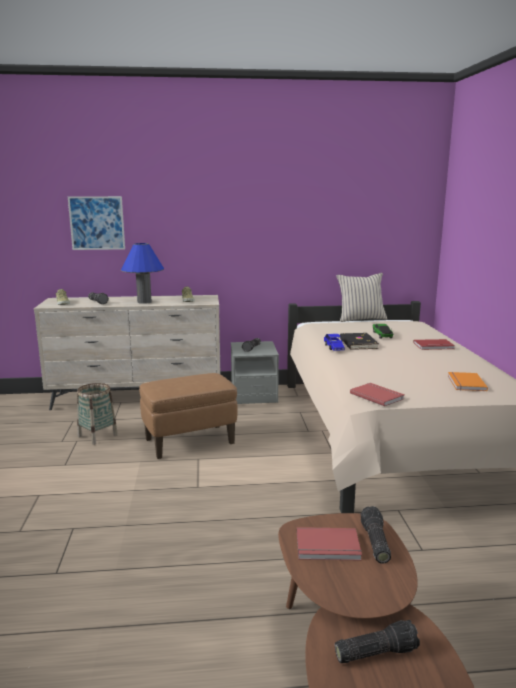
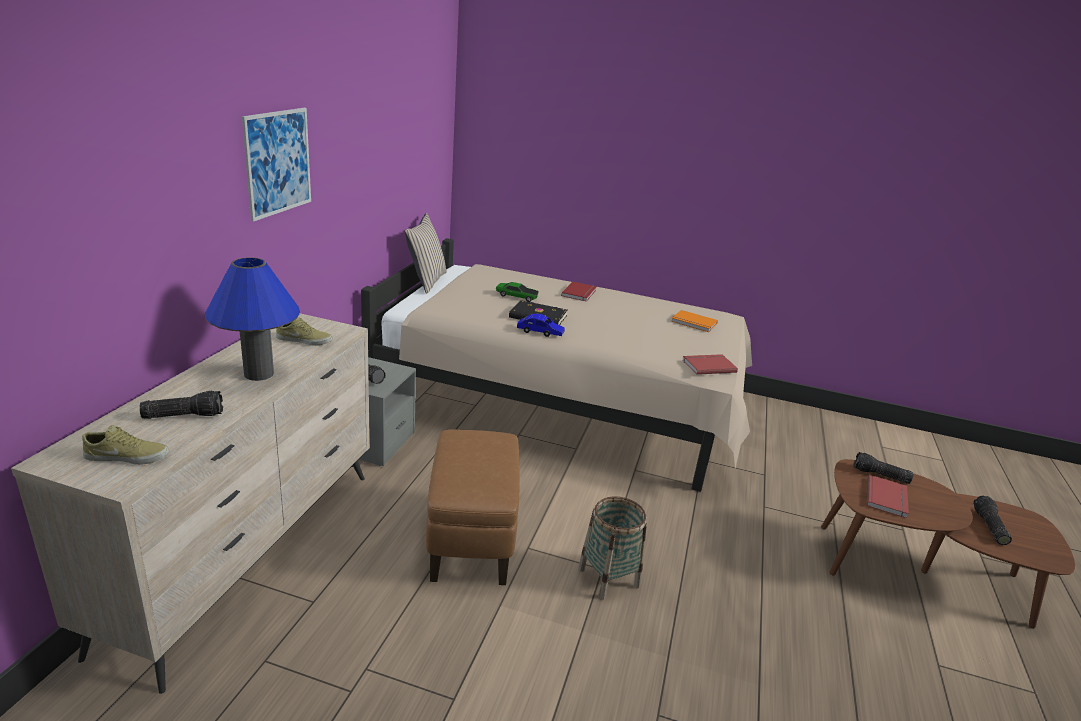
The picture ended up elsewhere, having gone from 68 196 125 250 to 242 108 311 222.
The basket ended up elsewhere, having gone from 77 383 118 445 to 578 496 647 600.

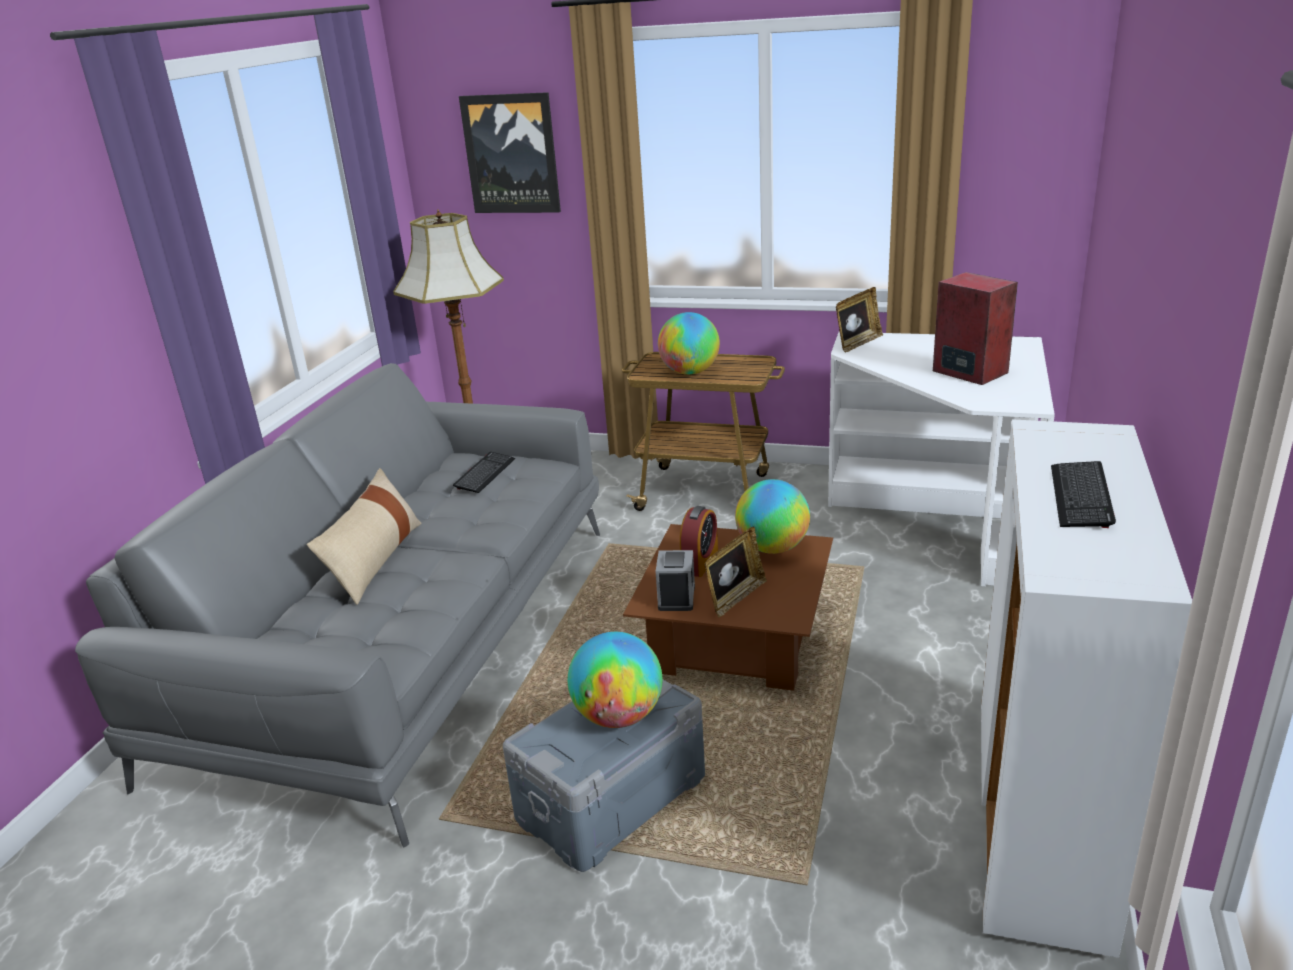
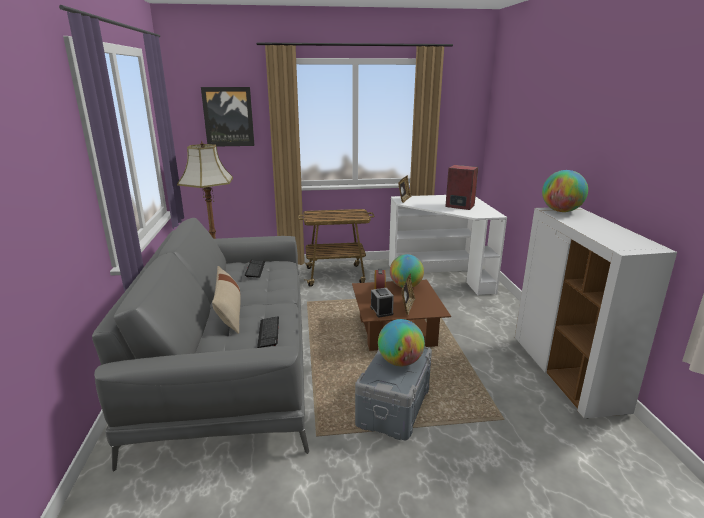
The globe ended up elsewhere, having gone from 658 312 720 375 to 542 170 588 212.
The keyboard ended up elsewhere, having gone from 1051 461 1116 528 to 257 316 279 348.

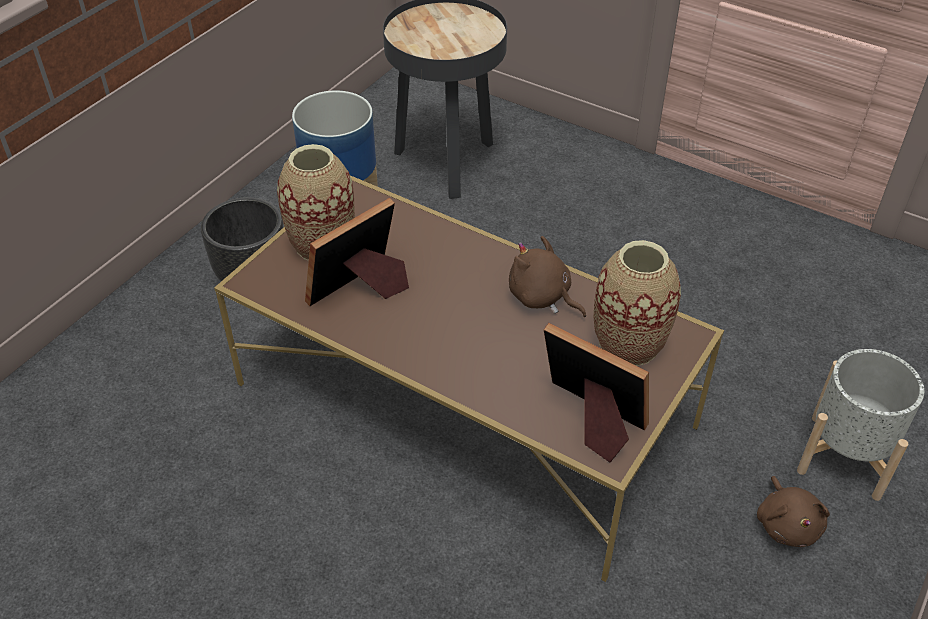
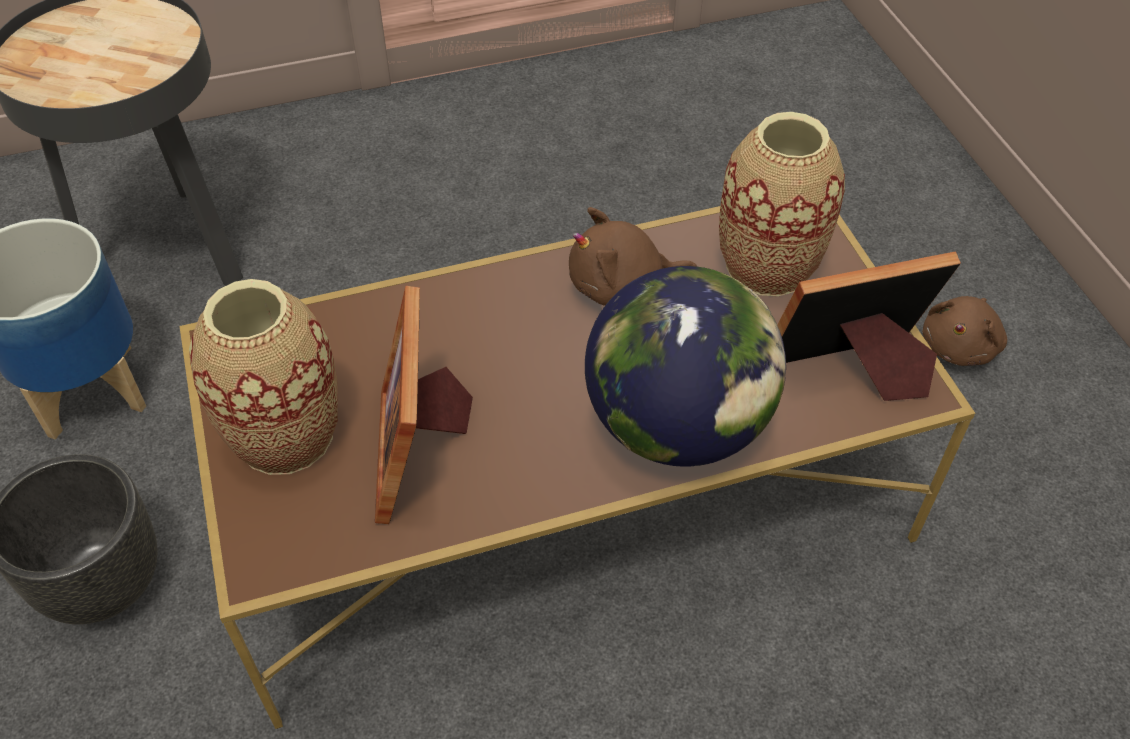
The plush toy (brown) at 757 476 830 547 ended up facing another way, 90 degrees clockwise from before.
The second view lost the planter (grey) at 797 349 924 501.
The second view gained the globe at 585 266 786 467.

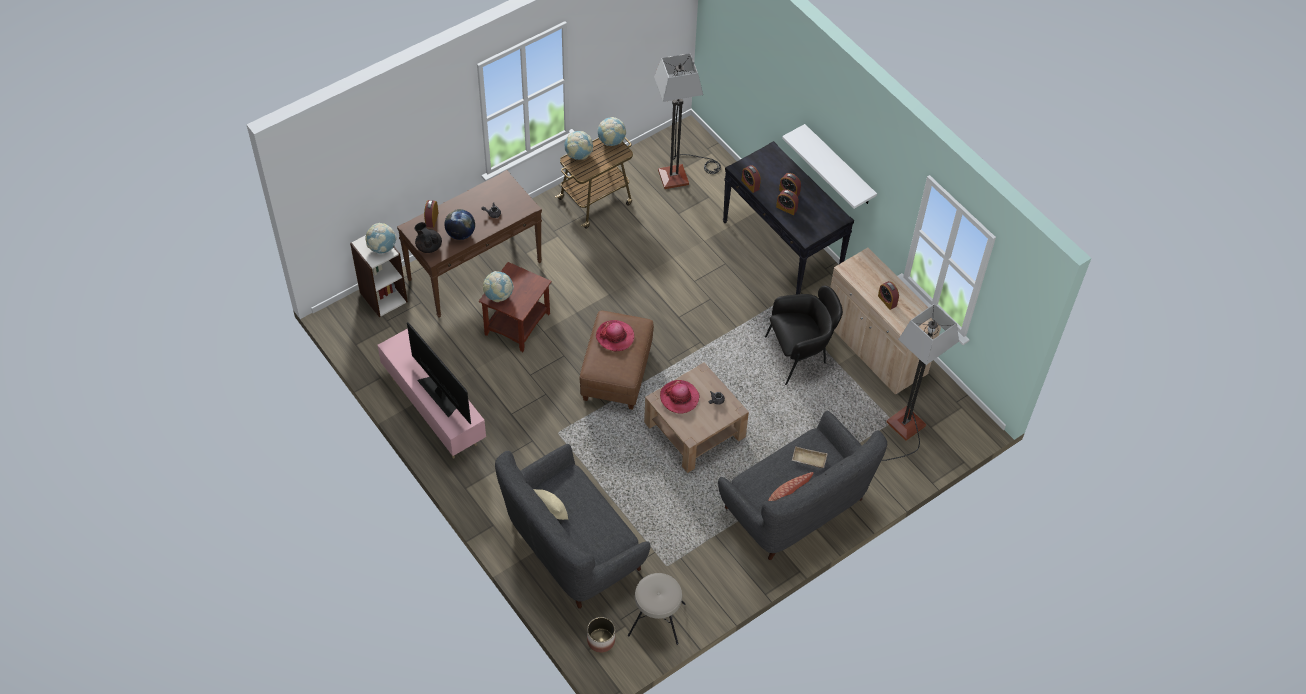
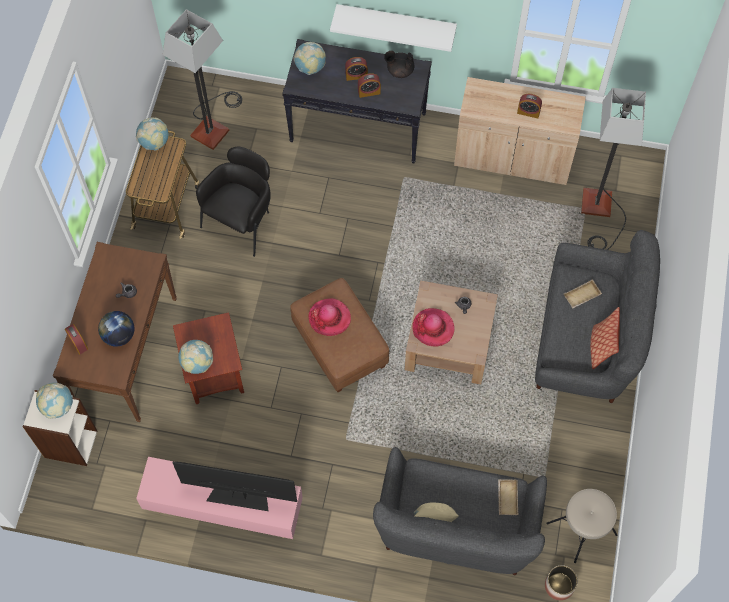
The teapot (black) ended up elsewhere, having gone from 414 222 442 253 to 384 51 414 78.
The globe ended up elsewhere, having gone from 565 131 593 160 to 294 42 326 75.
The second view lost the alarm clock at 741 165 761 193.
The armchair (black) ended up elsewhere, having gone from 765 285 843 385 to 196 147 271 257.
The second view gained the tray (beige) at 498 479 518 515.

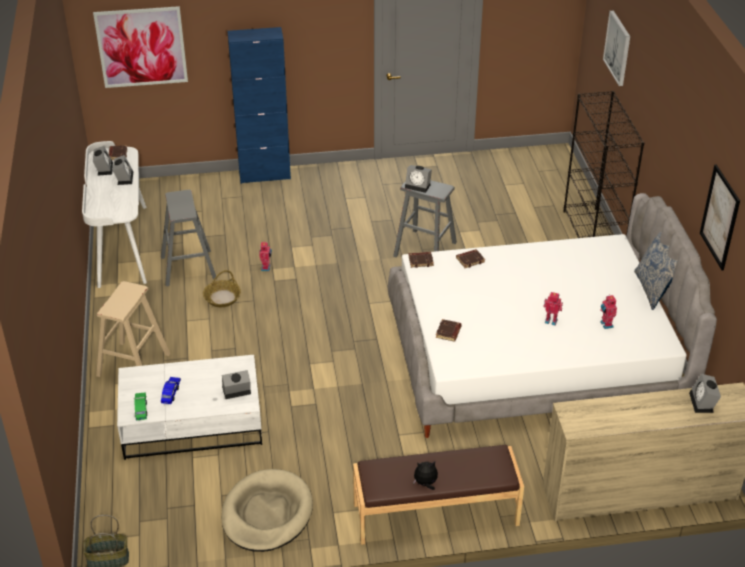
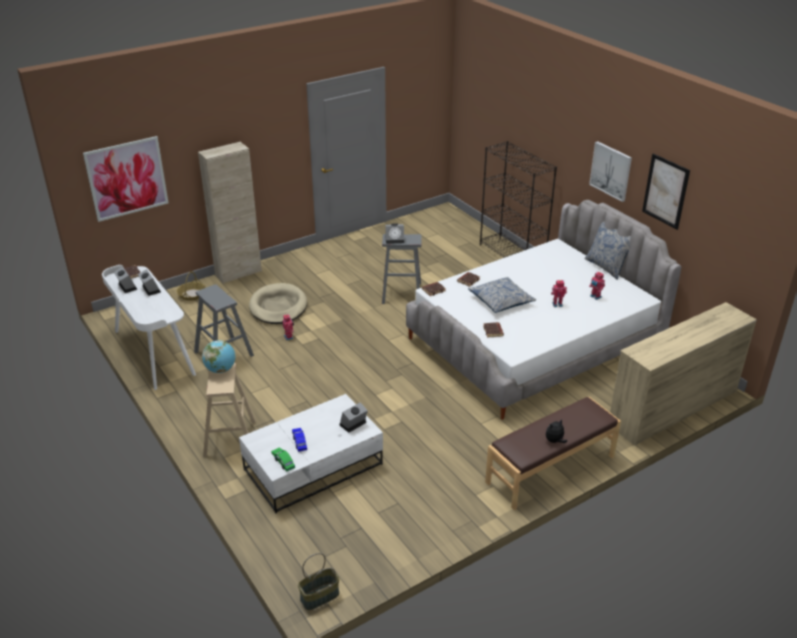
The basket ended up elsewhere, having gone from 203 270 241 307 to 176 271 206 301.
The dog bed (beige) ended up elsewhere, having gone from 221 469 313 552 to 249 283 307 324.
What was the cabinet (blue) at 227 27 291 184 turned into the cabinet (beige) at 198 142 262 284.
The picture ended up elsewhere, having gone from 603 10 630 86 to 589 141 632 202.
The second view lost the alarm clock at 689 374 721 413.
The second view gained the globe at 202 340 235 373.
The second view gained the pillow at 468 277 536 313.

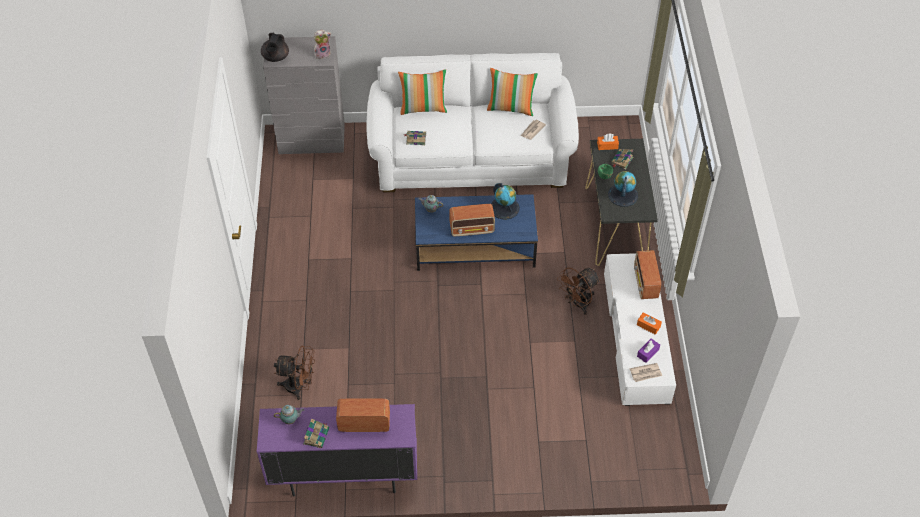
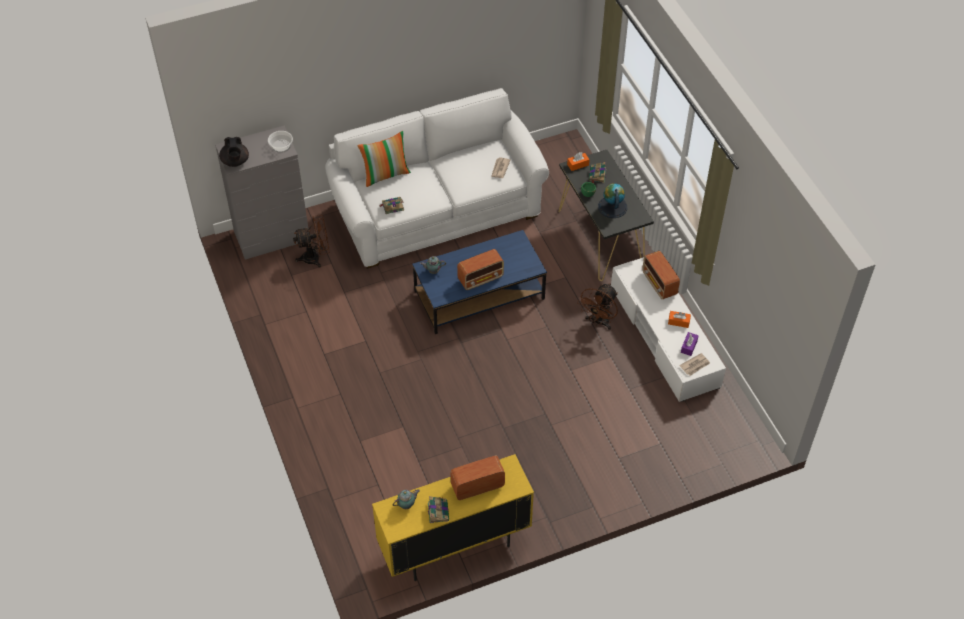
What was the cabinet (purple) at 257 404 417 496 turned into the cabinet (yellow) at 372 454 534 581.
The fan (brown) ended up elsewhere, having gone from 274 345 315 400 to 293 215 329 268.
Where the plush toy stood at 313 30 331 59, the bowl came to stand at 268 131 293 153.
The second view lost the pillow at 487 68 538 116.
The second view lost the globe at 491 183 520 220.

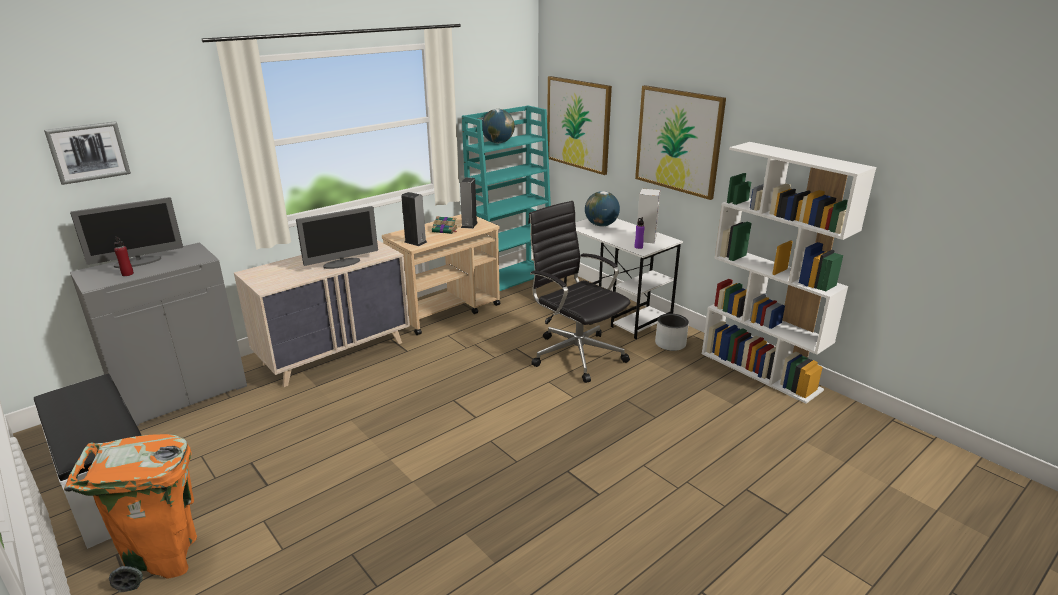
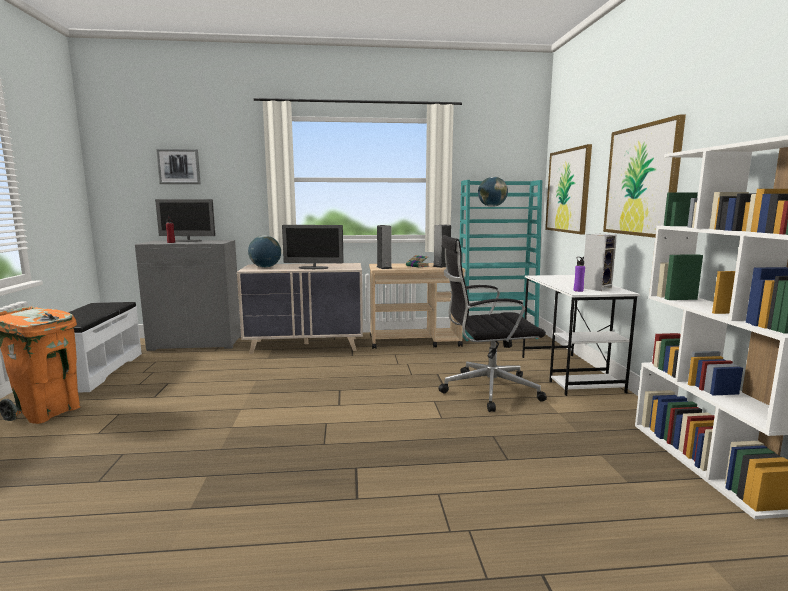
The office chair (black) at 528 201 630 383 ended up facing another way, 90 degrees counterclockwise from before.
The globe ended up elsewhere, having gone from 585 191 620 226 to 248 235 281 268.
The second view lost the planter (grey) at 655 313 689 351.

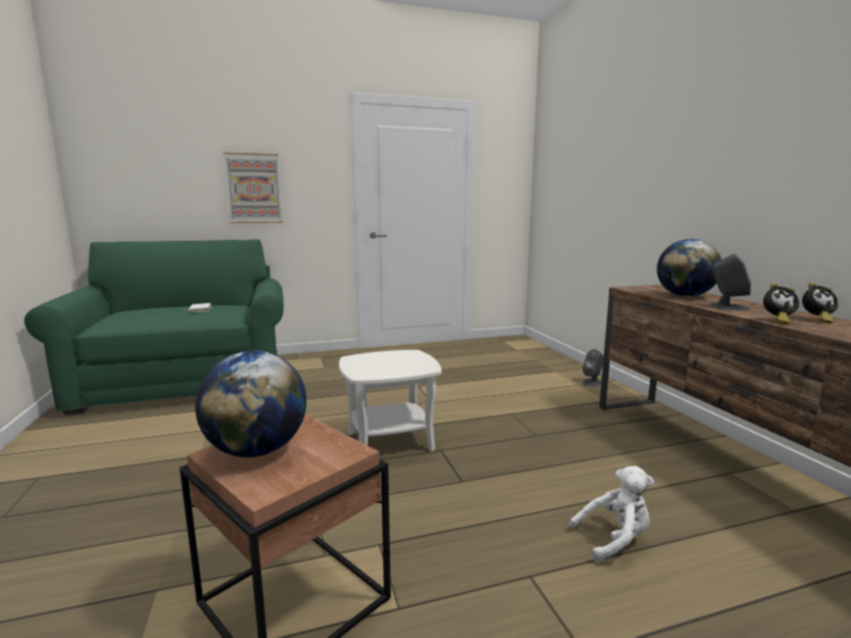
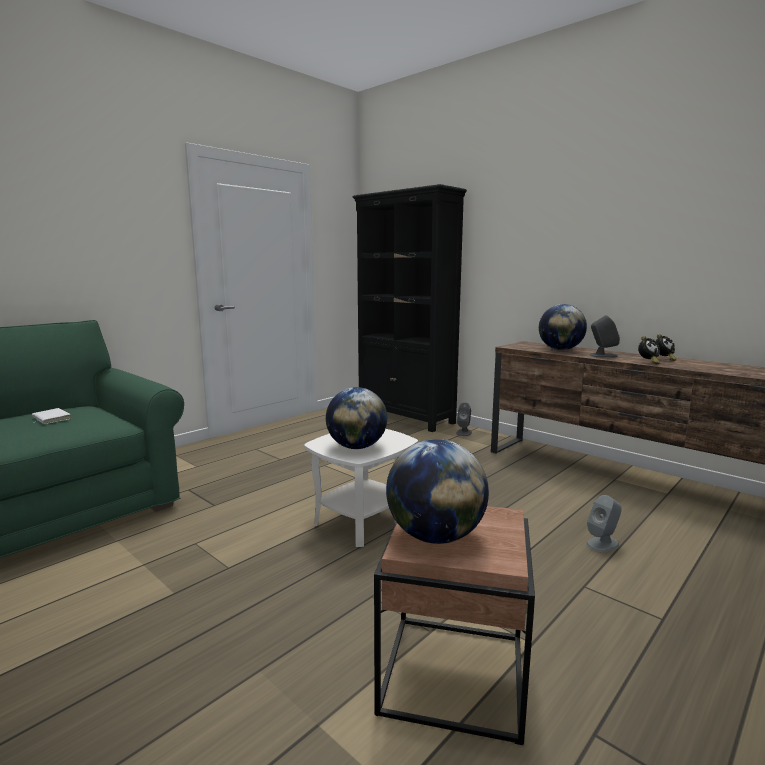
The second view lost the picture at 223 152 283 223.
Where the plush toy (white) stood at 569 466 654 563, the speaker (grey) came to stand at 586 495 622 552.
The second view gained the globe at 326 387 387 449.
The second view gained the bookcase (black) at 352 184 467 432.

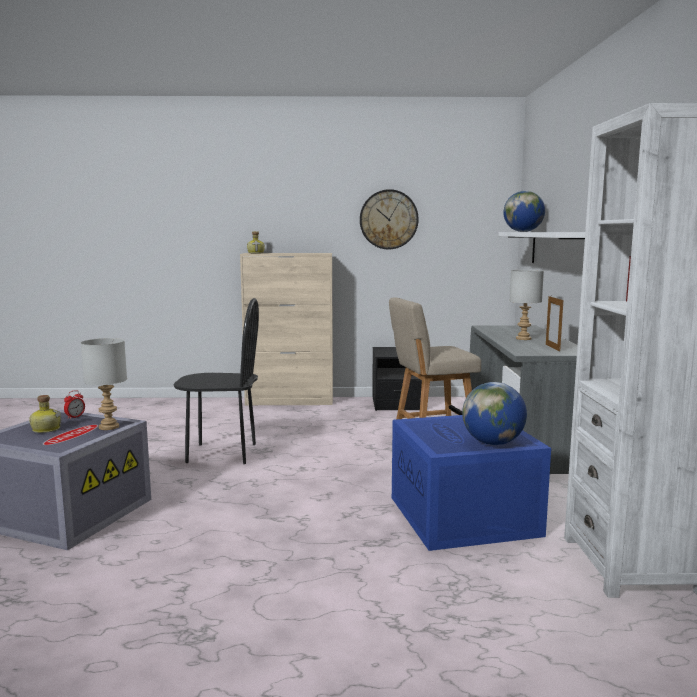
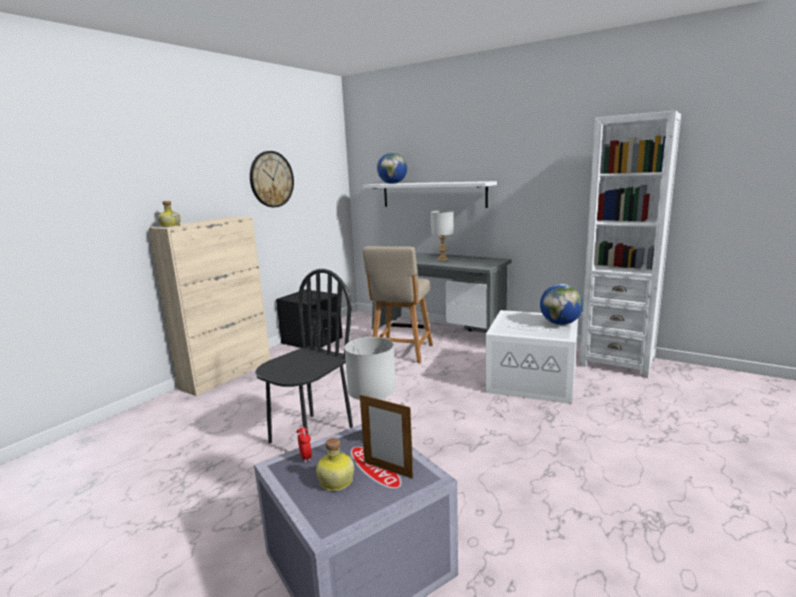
What was the storage box (blue) at 392 415 551 551 turned into the storage box (white) at 485 310 578 404.
The picture frame ended up elsewhere, having gone from 546 295 563 351 to 360 394 413 479.

